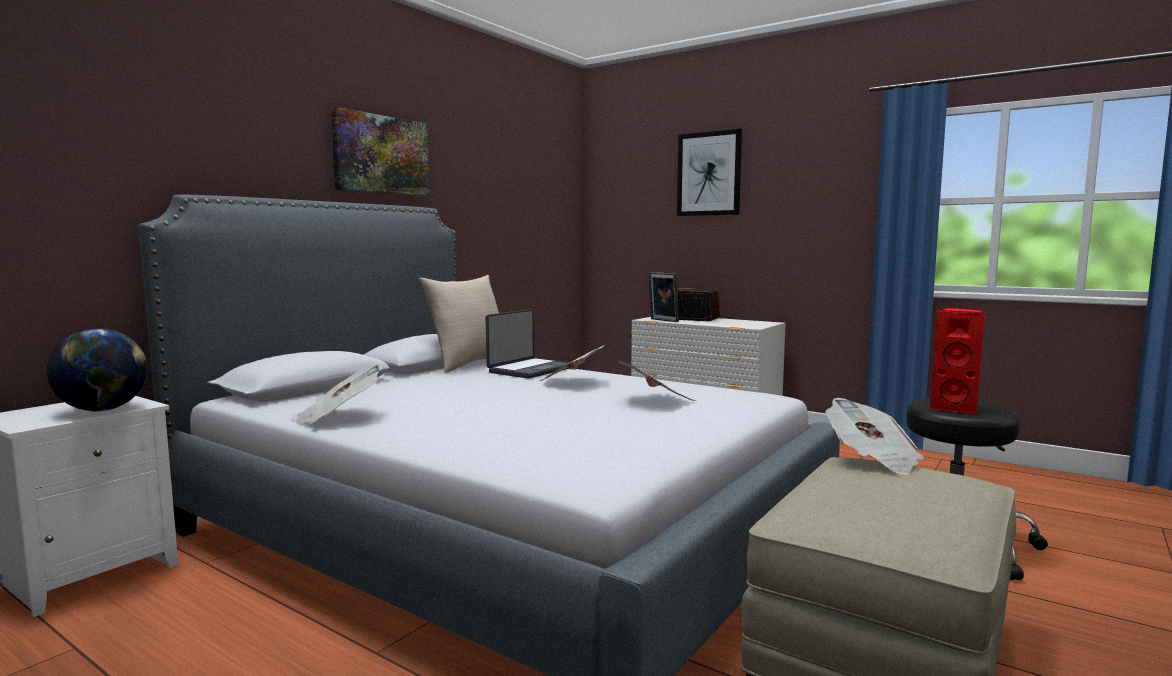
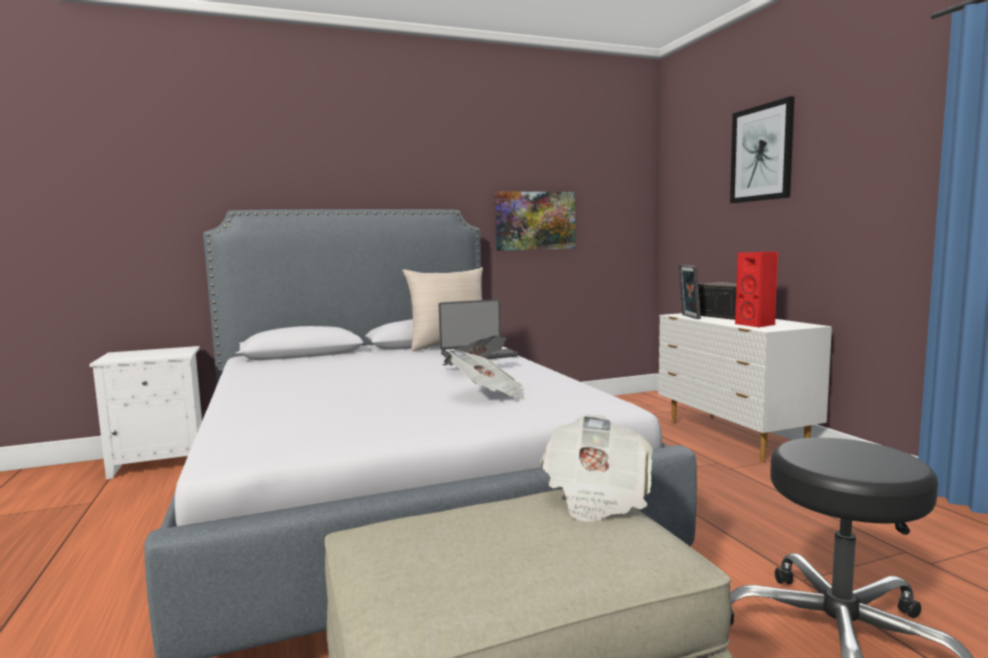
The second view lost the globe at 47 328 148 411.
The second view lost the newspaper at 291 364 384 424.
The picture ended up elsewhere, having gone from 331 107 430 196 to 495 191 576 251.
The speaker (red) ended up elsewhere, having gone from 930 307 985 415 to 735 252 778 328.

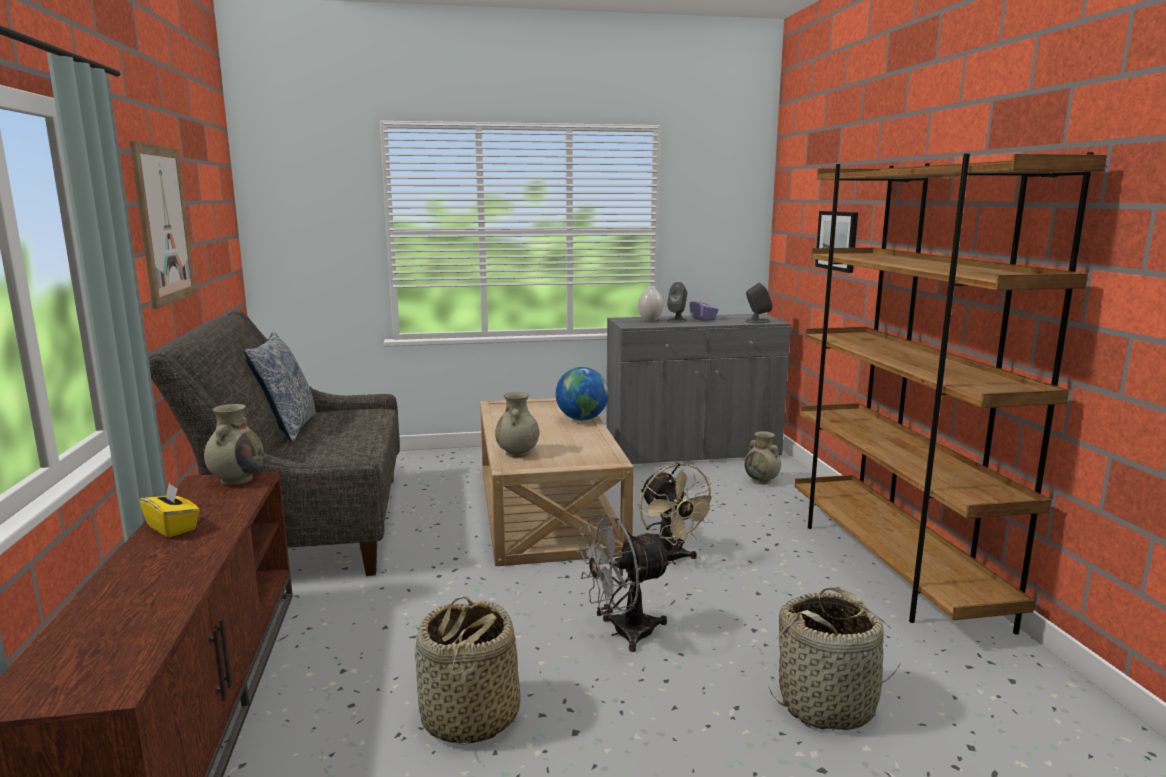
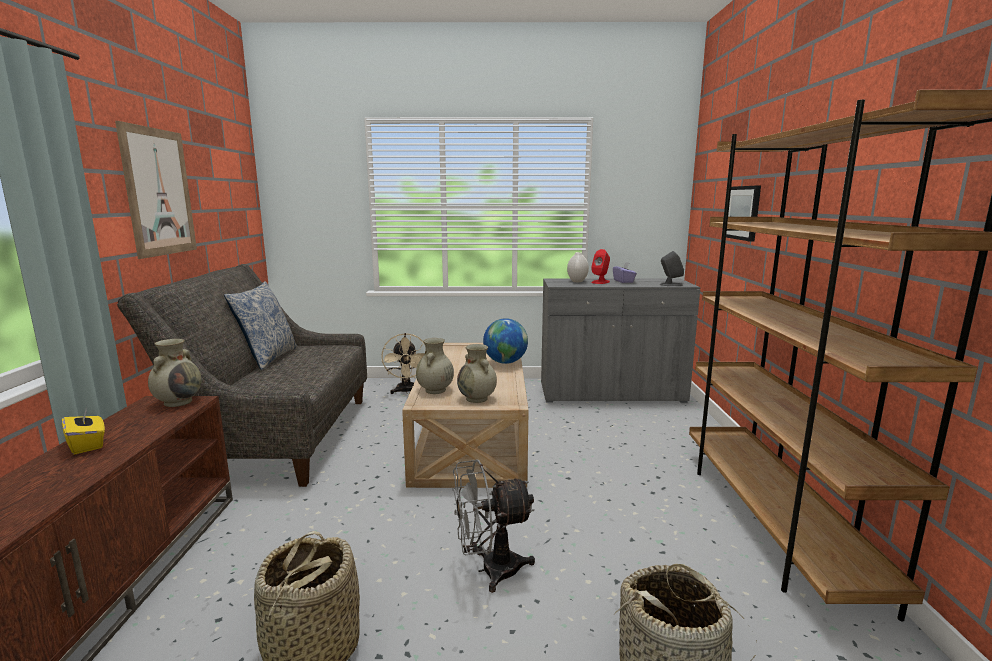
The fan (beige) ended up elsewhere, having gone from 640 463 719 564 to 381 333 425 394.
What was the speaker (grey) at 667 282 688 323 turned into the speaker (red) at 591 249 610 284.
The vase (beige) ended up elsewhere, having gone from 744 431 781 484 to 457 344 497 403.

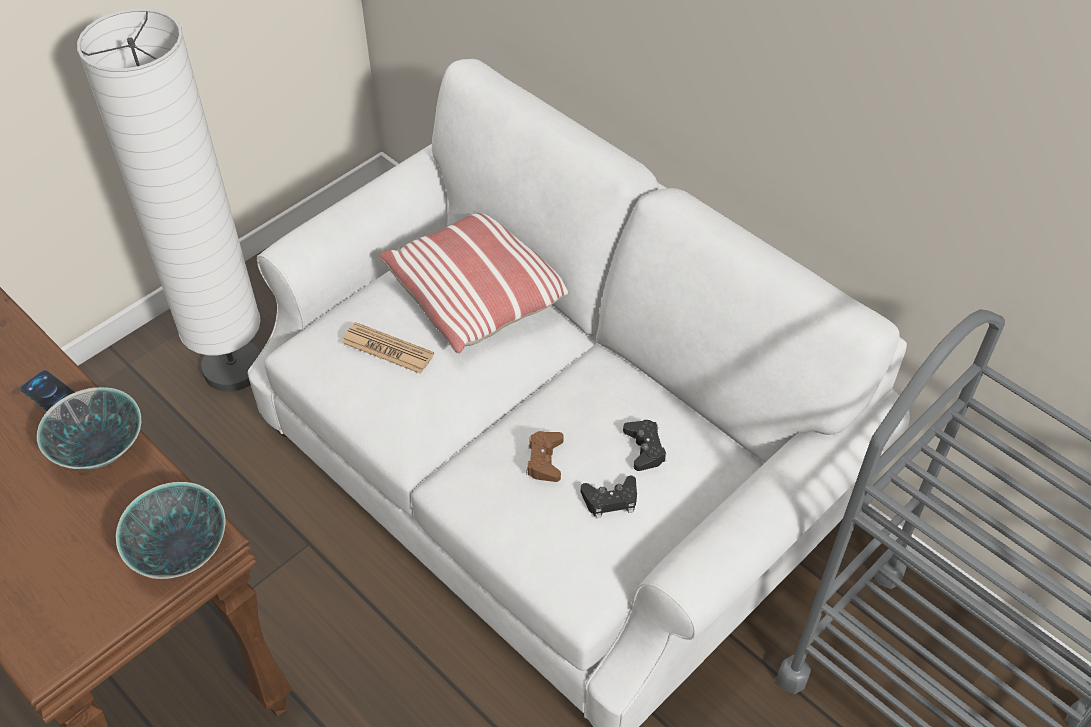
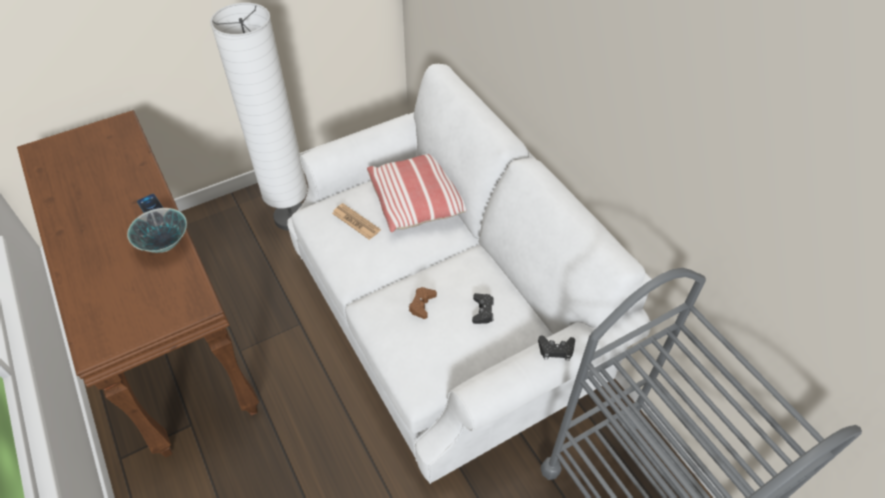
The second view lost the bowl at 116 482 226 579.
The game controller (black) ended up elsewhere, having gone from 581 476 637 518 to 538 335 575 361.

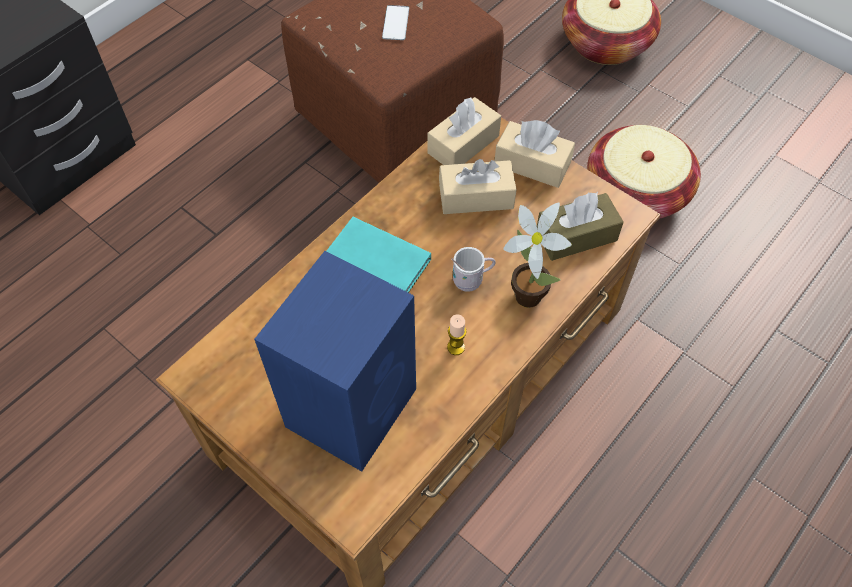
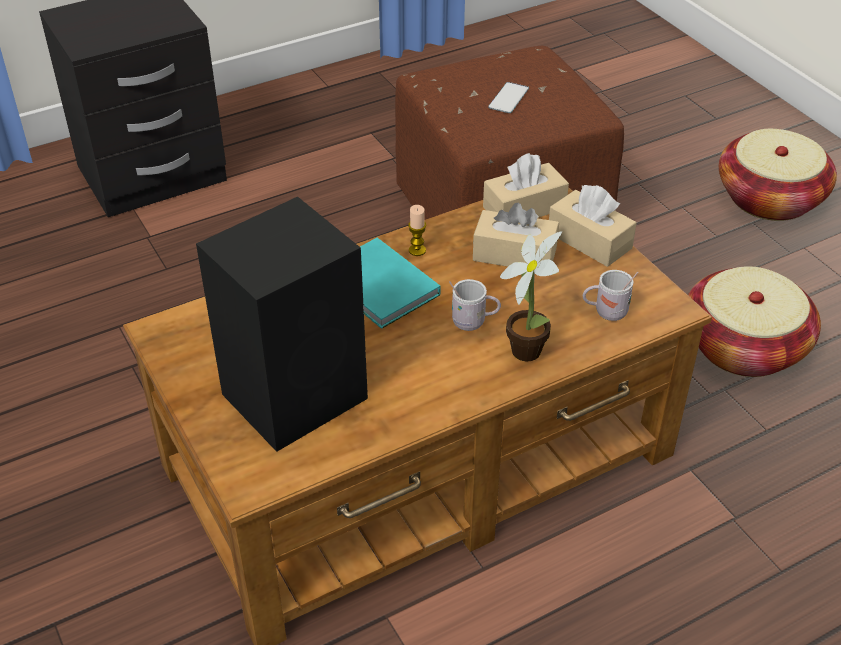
What was the speaker (blue) at 254 251 416 472 turned into the speaker (black) at 196 197 368 452.
The candle ended up elsewhere, having gone from 447 314 466 355 to 408 205 426 256.
Where the tissue box (brown) stood at 537 192 624 261, the mug (white) came to stand at 583 270 639 321.

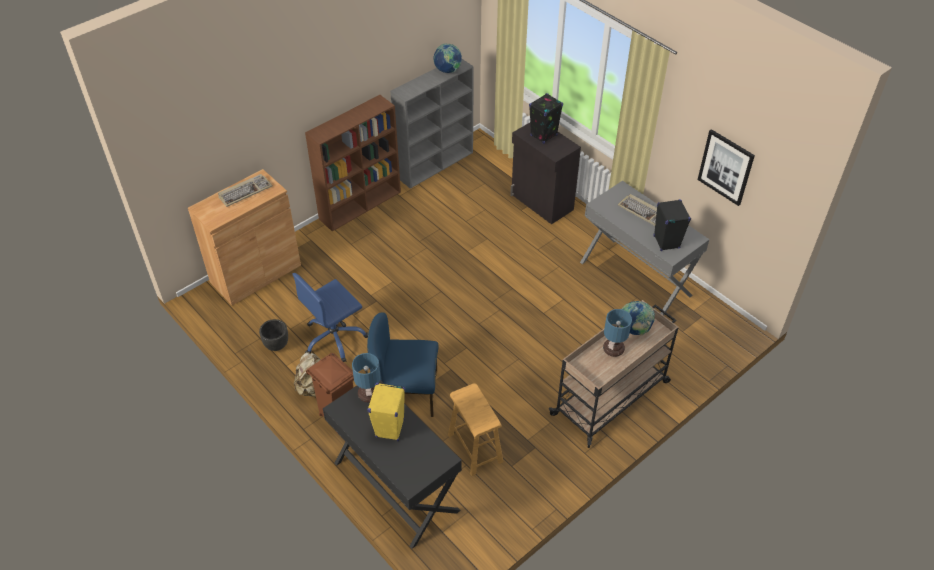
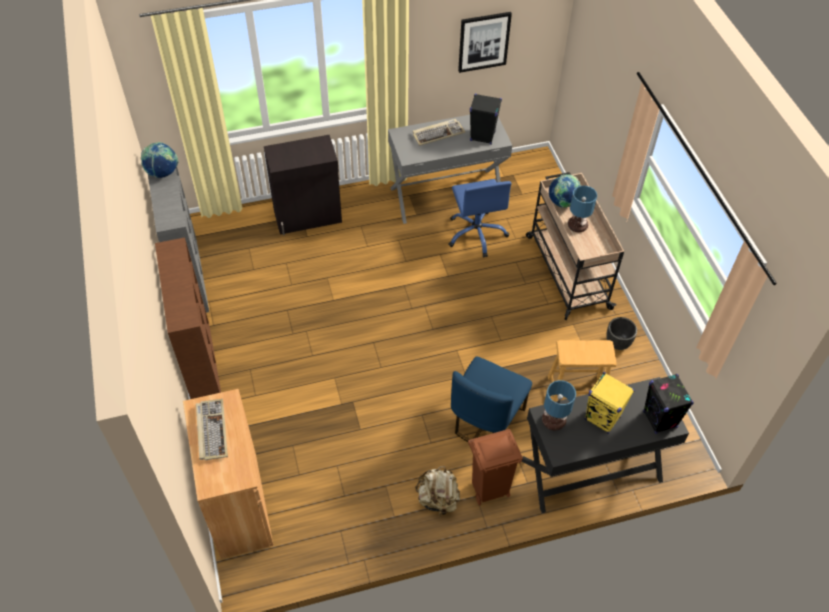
The planter (black) ended up elsewhere, having gone from 259 319 288 351 to 606 317 637 350.
The office chair (blue) ended up elsewhere, having gone from 292 273 368 362 to 448 179 511 258.
The speaker (black) ended up elsewhere, having gone from 529 93 563 144 to 643 374 694 434.

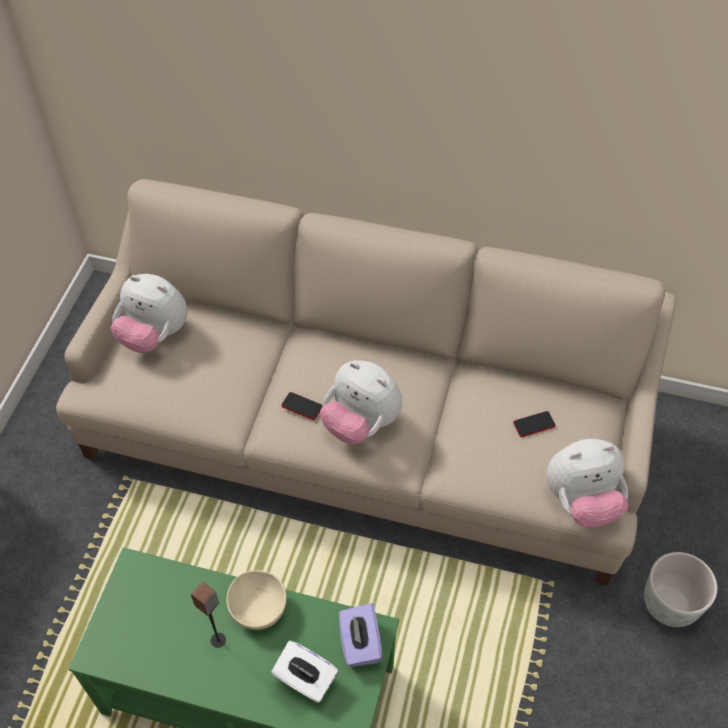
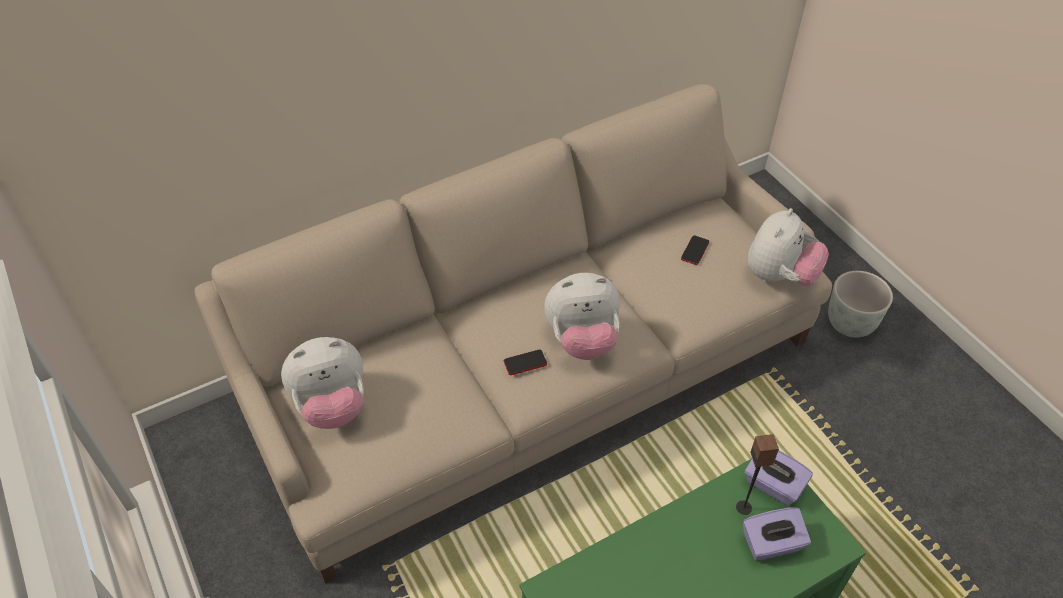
The speaker ended up elsewhere, having gone from 191 581 226 648 to 736 434 779 515.
The second view lost the bowl (beige) at 227 570 287 630.
What was the tissue box (white) at 271 641 338 703 turned into the tissue box (purple) at 742 507 811 561.

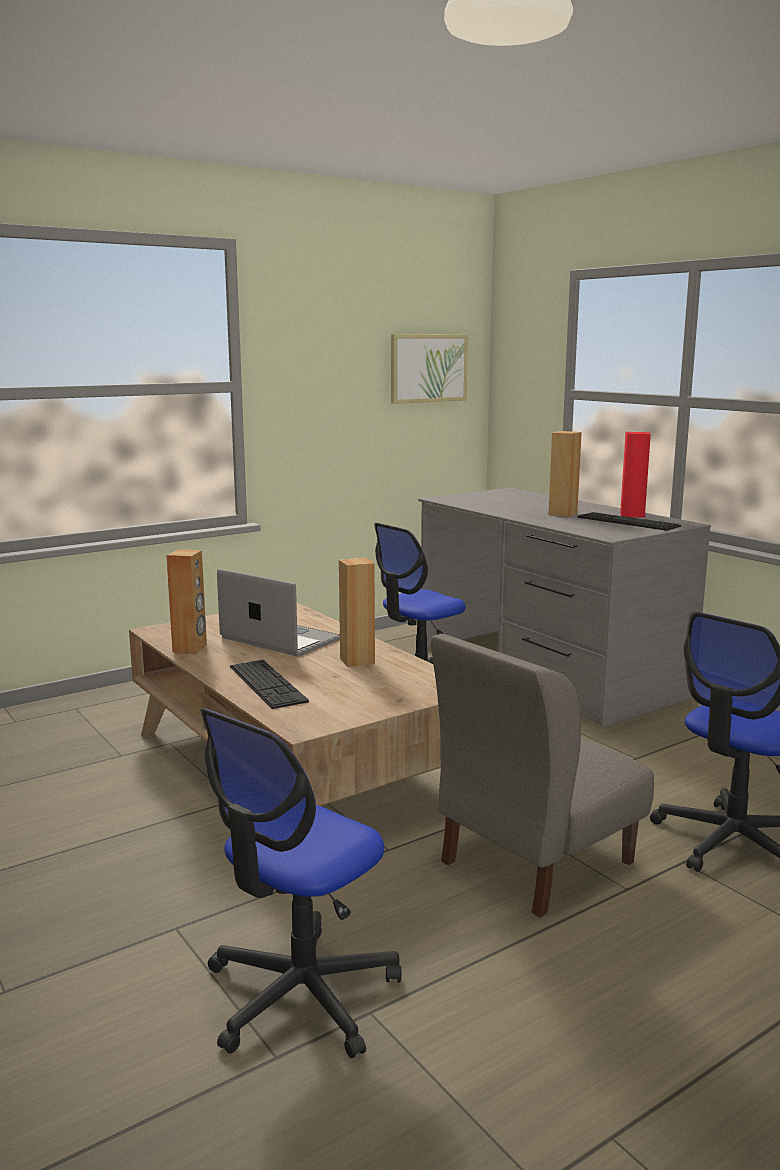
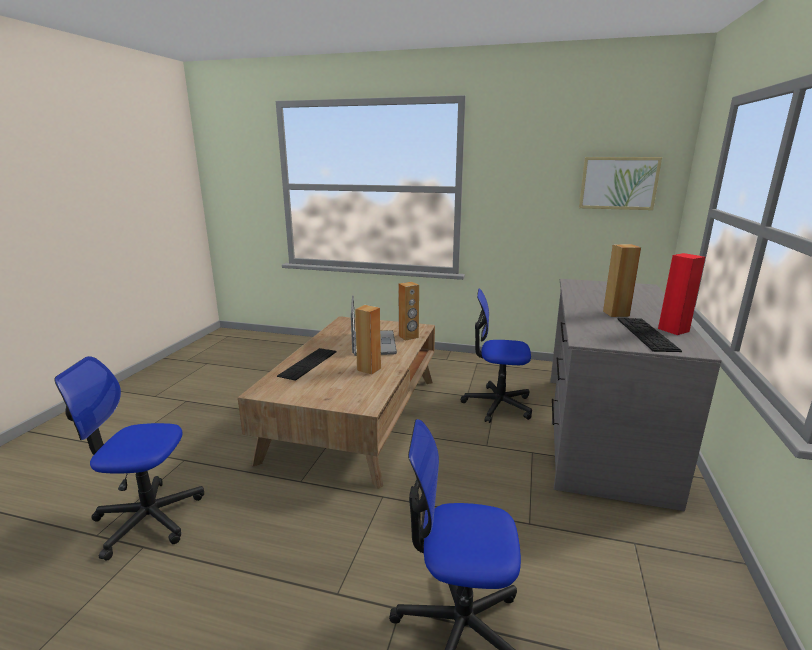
The speaker (brown) ended up elsewhere, having gone from 166 549 207 654 to 399 282 419 341.
The second view lost the chair (grey) at 431 634 654 918.

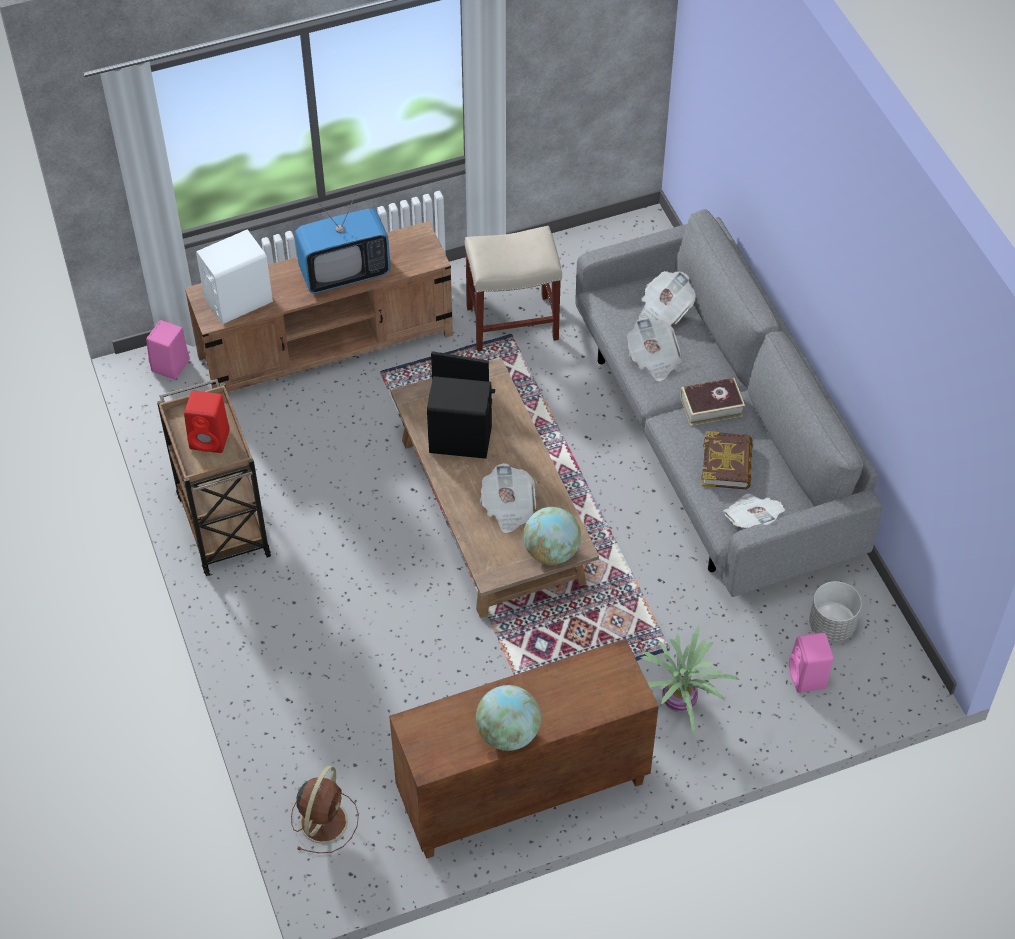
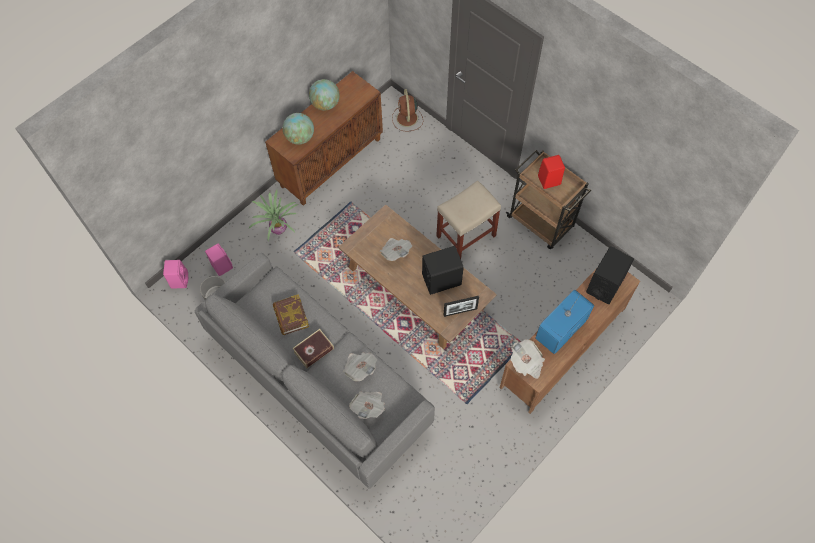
The speaker (pink) ended up elsewhere, having gone from 146 320 189 380 to 163 260 188 289.
What was the speaker (white) at 196 229 273 324 turned into the speaker (black) at 586 246 634 304.
The stool (beige) ended up elsewhere, having gone from 465 226 562 351 to 436 180 501 259.
The globe ended up elsewhere, having gone from 523 507 581 565 to 283 113 314 145.
The newspaper ended up elsewhere, having gone from 723 494 785 528 to 511 339 545 379.

